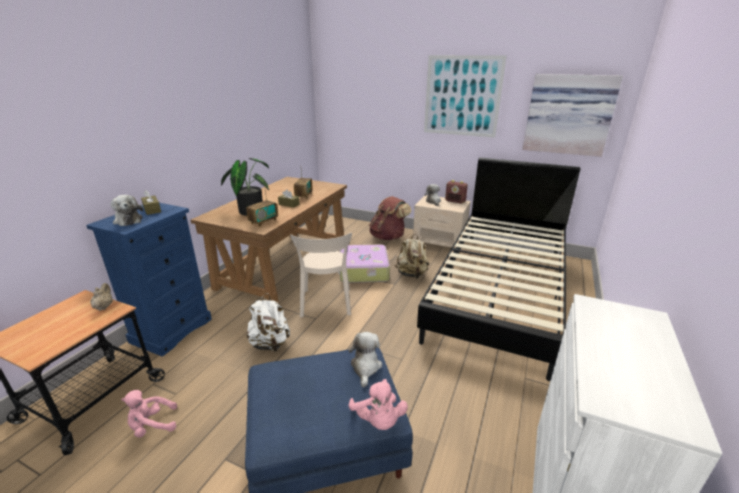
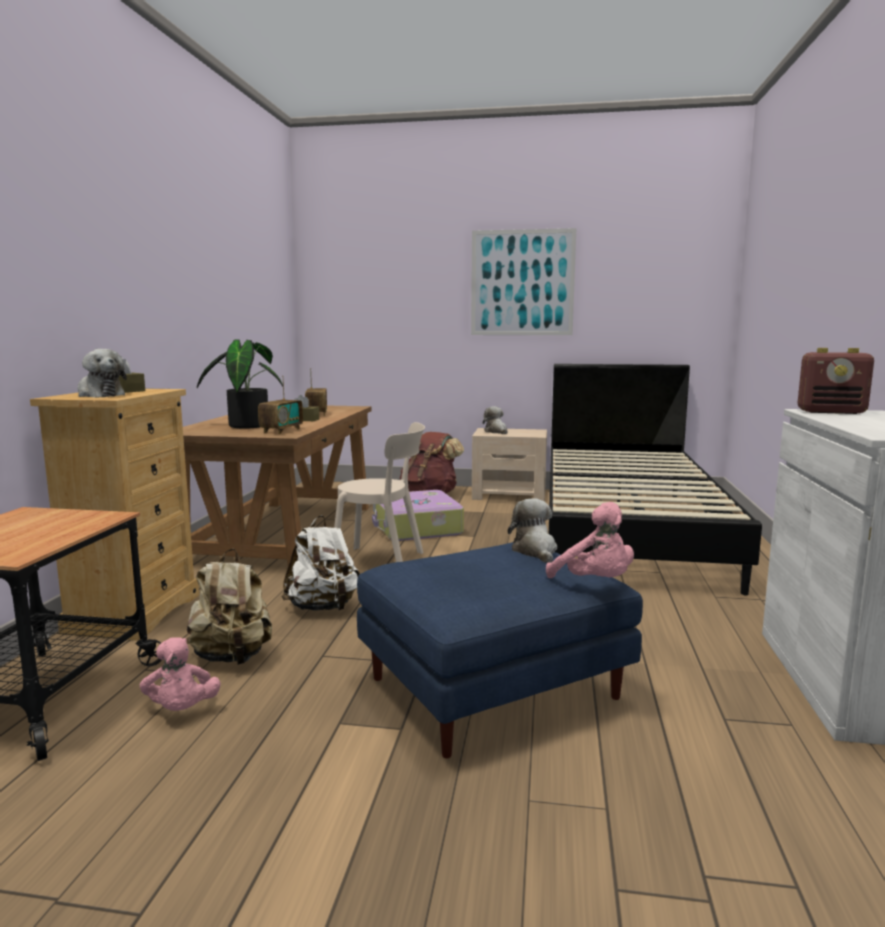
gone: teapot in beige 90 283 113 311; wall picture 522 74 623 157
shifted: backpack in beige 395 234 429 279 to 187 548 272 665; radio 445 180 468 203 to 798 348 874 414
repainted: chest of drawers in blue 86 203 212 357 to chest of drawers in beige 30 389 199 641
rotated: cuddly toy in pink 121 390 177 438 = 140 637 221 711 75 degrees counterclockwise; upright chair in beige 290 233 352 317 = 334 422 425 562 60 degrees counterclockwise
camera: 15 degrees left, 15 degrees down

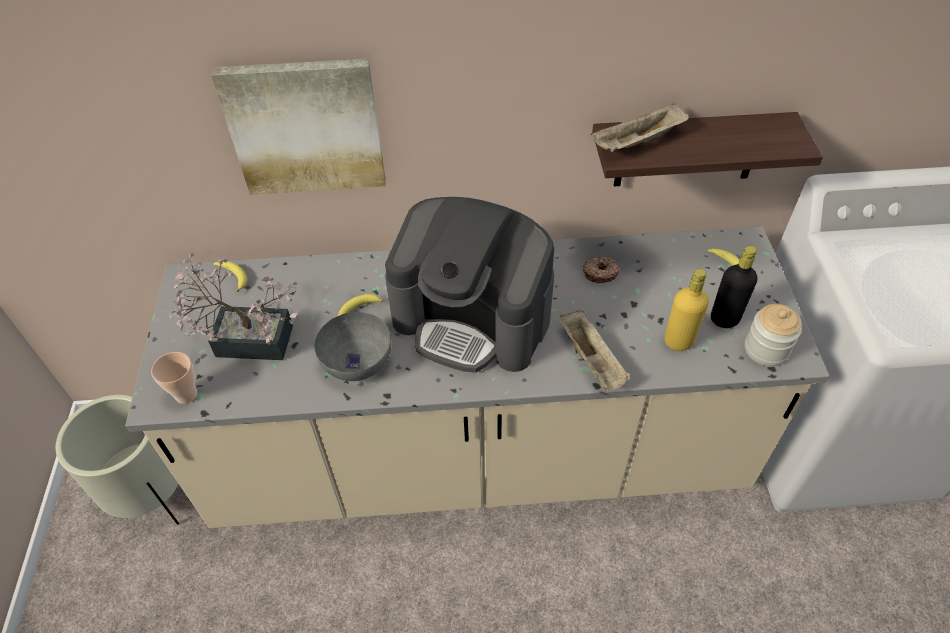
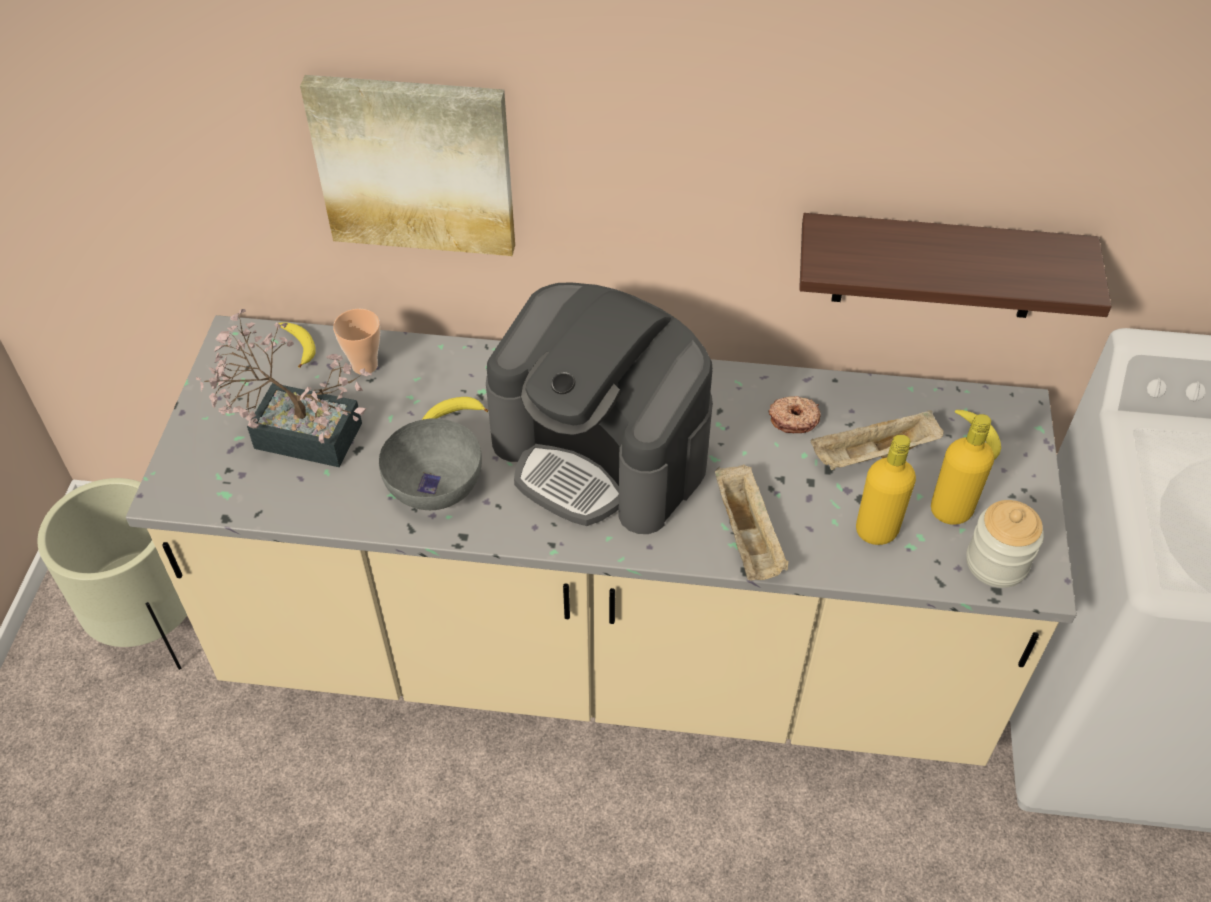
shifted: cup 151 352 197 404 to 333 309 380 375; tray in beige 591 103 689 152 to 811 410 943 470
repainted: beverage bottle in black 711 246 757 328 to beverage bottle in yellow-coloured 931 414 994 525
camera: 10 degrees right, 0 degrees up

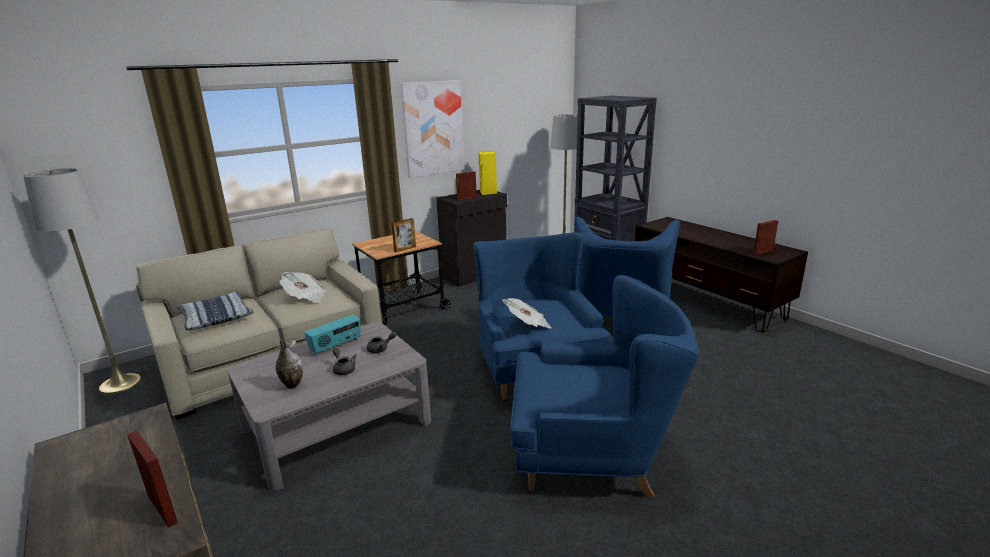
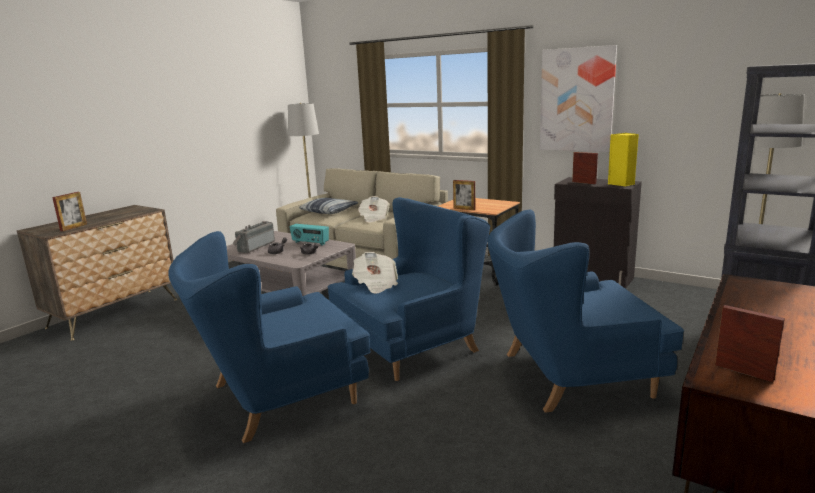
swapped: decorative vase 276 338 303 389 to radio 233 221 275 253
rotated: lounge chair in blue 510 275 699 498 = 168 231 371 443 75 degrees clockwise
camera: 70 degrees right, 5 degrees down

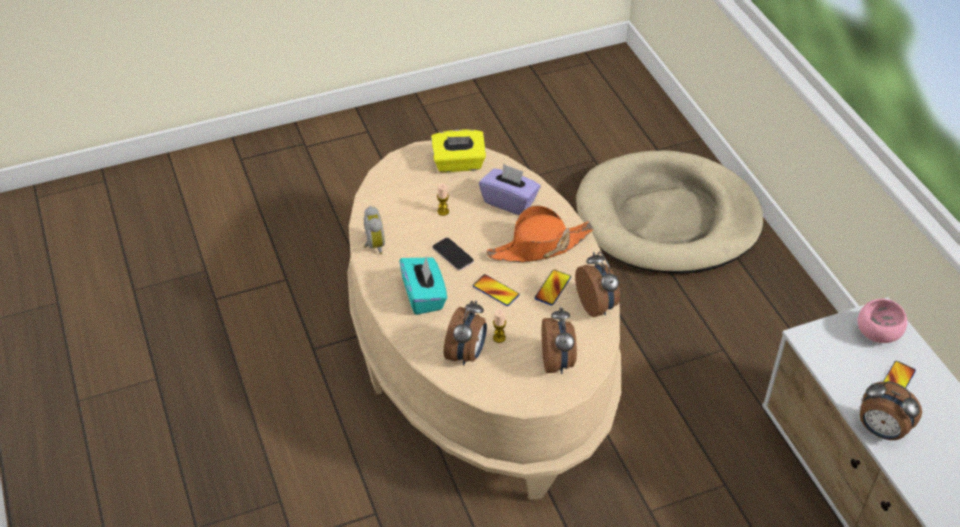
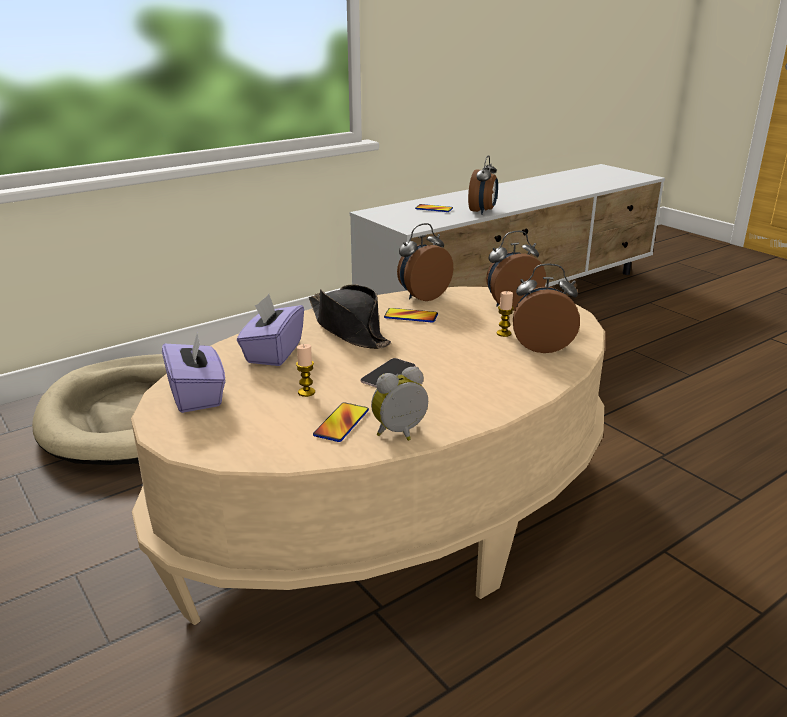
gone: tissue holder in turquoise-coloured 399 256 447 315; serving bowl in pink 858 299 907 343
shifted: handset 473 274 519 306 to 313 402 369 442
repainted: tissue holder in yellow-coloured 431 130 486 173 to tissue holder in purple-coloured 162 330 226 413; wearable hat in orange 486 205 593 262 to wearable hat in black 309 285 391 349
camera: 105 degrees left, 20 degrees down

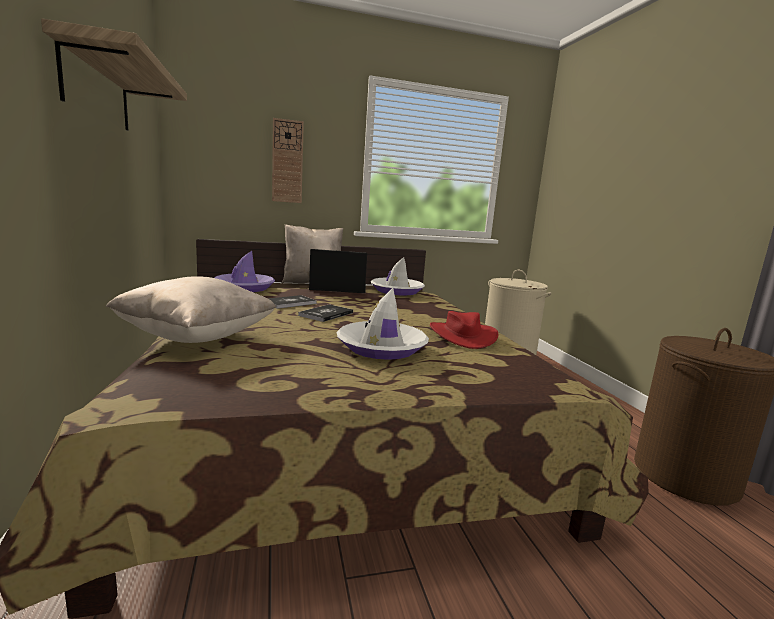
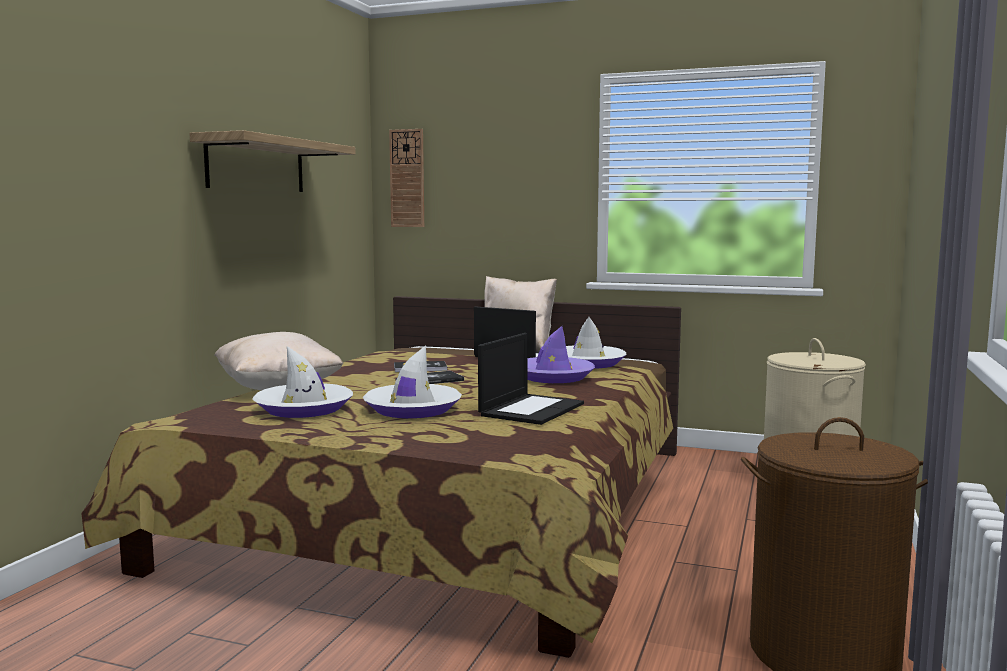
new: wearable hat in white 253 346 353 418
shifted: hanging clock 272 118 304 203 to 389 129 424 227; wearable hat in purple-coloured 215 251 275 292 to 527 326 595 383
swapped: wearable hat in reddish 430 311 498 349 to laptop 478 333 584 425
camera: 35 degrees right, 5 degrees down

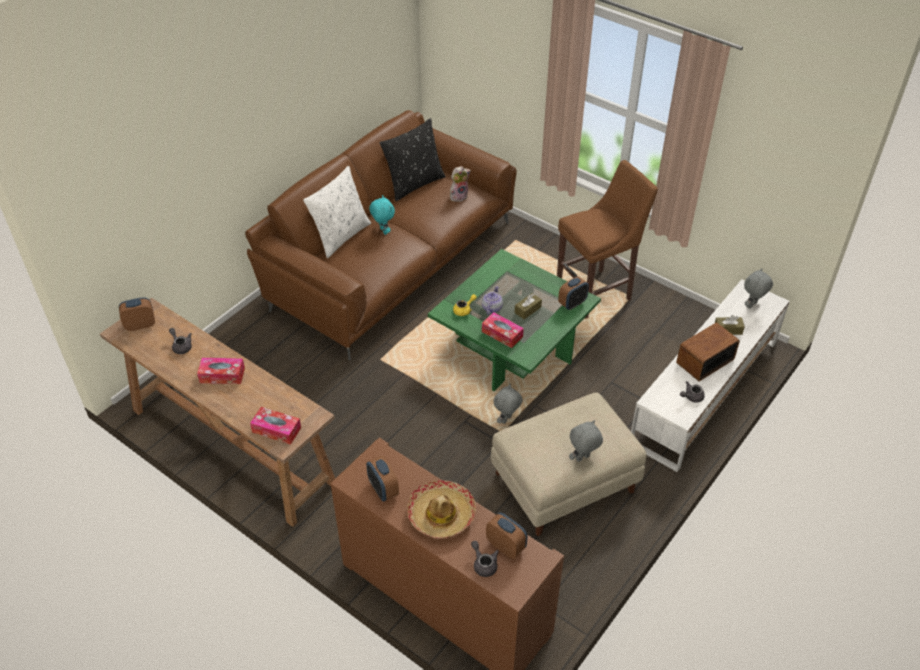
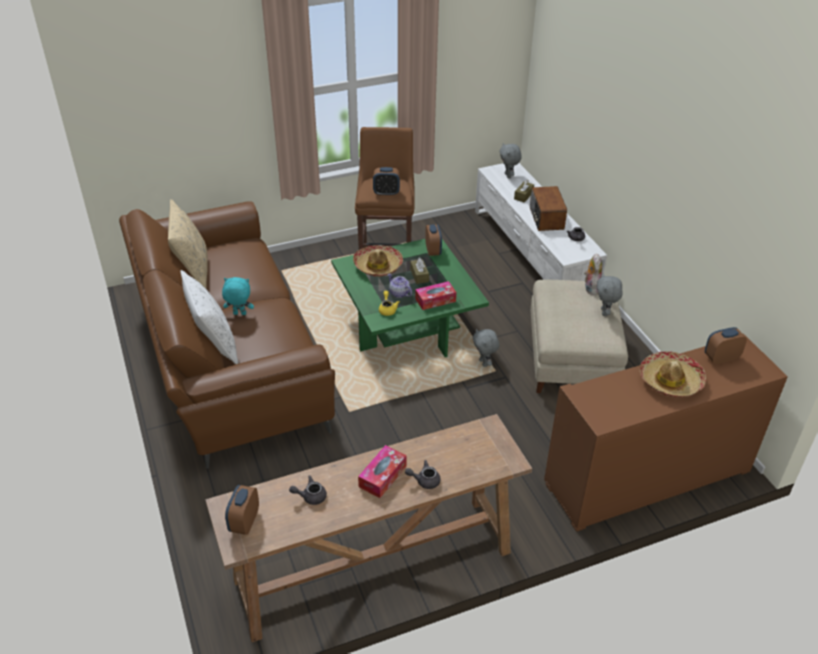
gone: tissue holder 250 407 301 445
new: wearable hat 353 245 403 277
shifted: table clock 366 456 399 501 to 373 167 400 196; teapot in gray 471 541 499 577 to 405 460 441 489; cuddly toy 450 166 471 202 to 584 254 602 295
repainted: cushion in black 380 118 446 201 to cushion in beige 168 199 207 289
camera: 60 degrees left, 5 degrees down

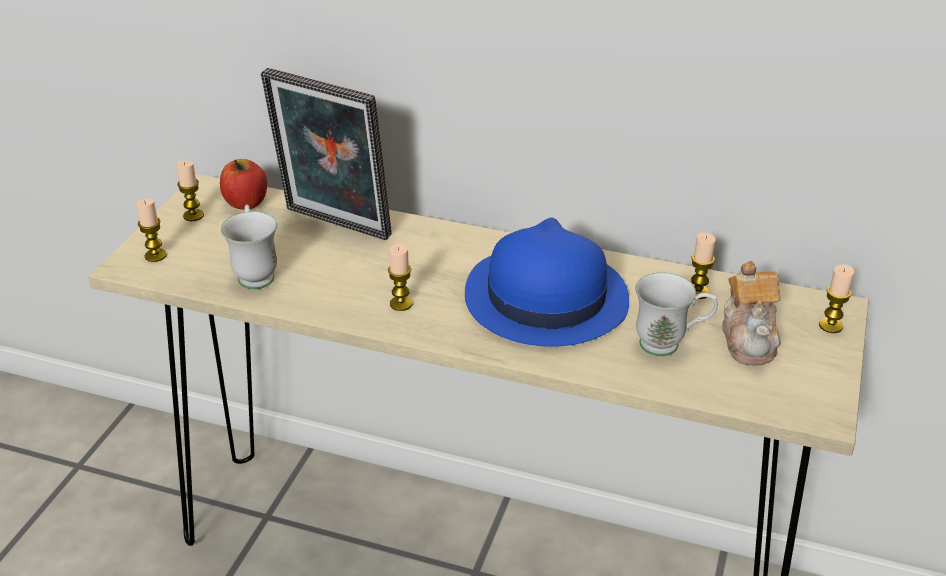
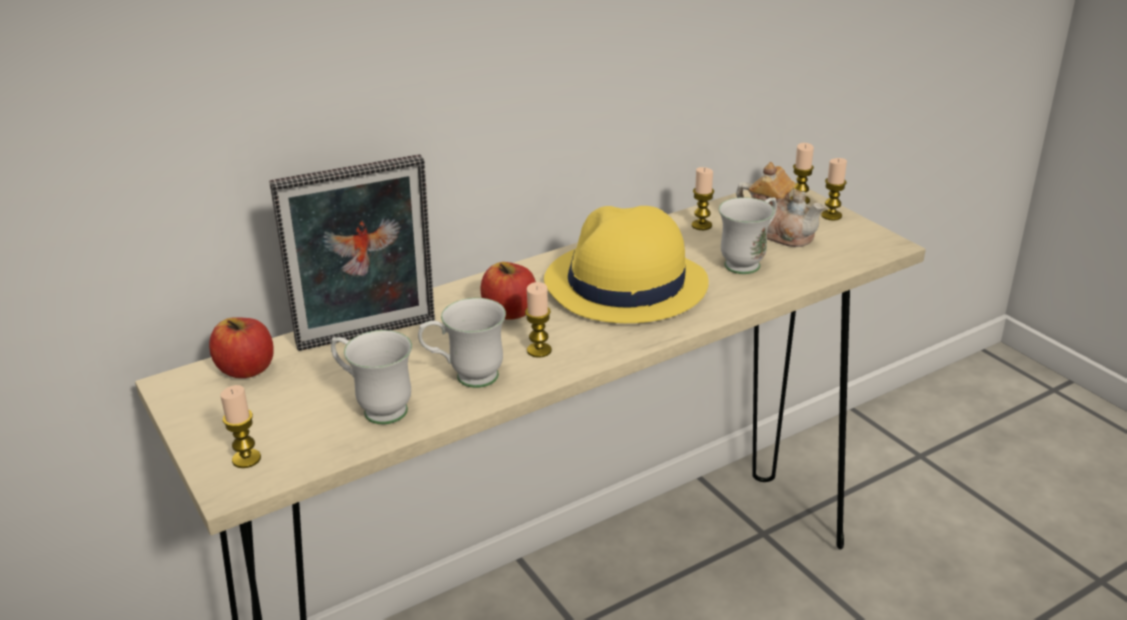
new: coffee mug in white 418 298 506 388; apple 481 262 536 320
shifted: candle 176 161 204 221 to 821 158 847 220
repainted: wearable hat in blue 465 217 629 347 to wearable hat in yellow-coloured 544 206 709 323
camera: 50 degrees left, 5 degrees down

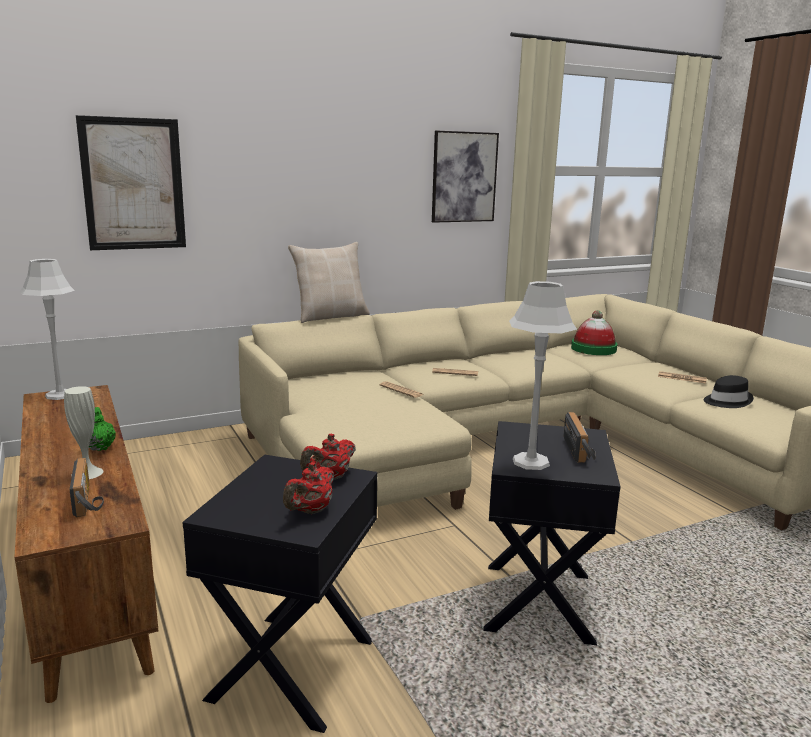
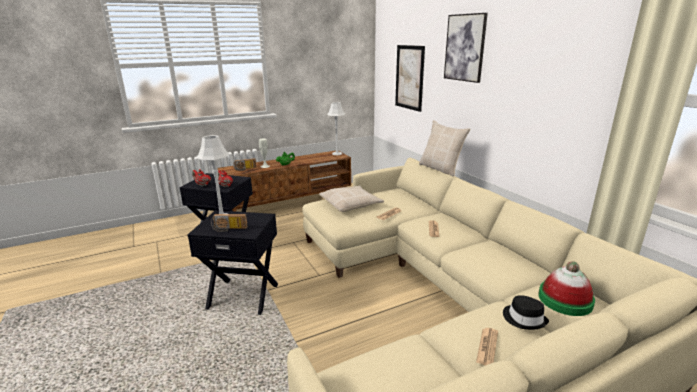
new: cushion in beige 319 186 384 212
shifted: wall picture 432 131 499 223 to 444 13 488 83; wearable hat in black 704 375 754 408 to 503 295 549 330
camera: 90 degrees right, 5 degrees up

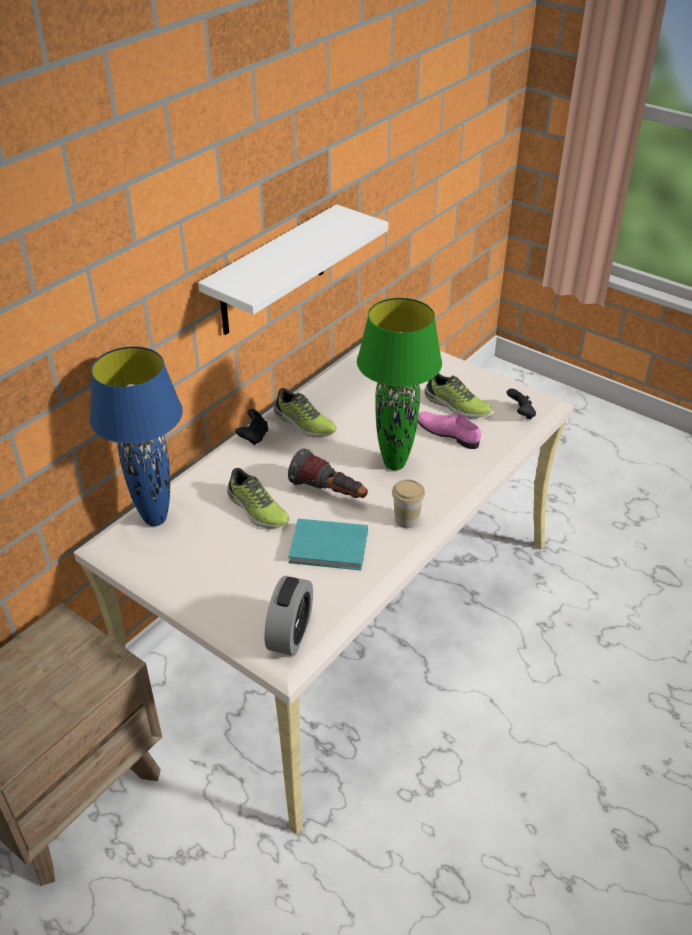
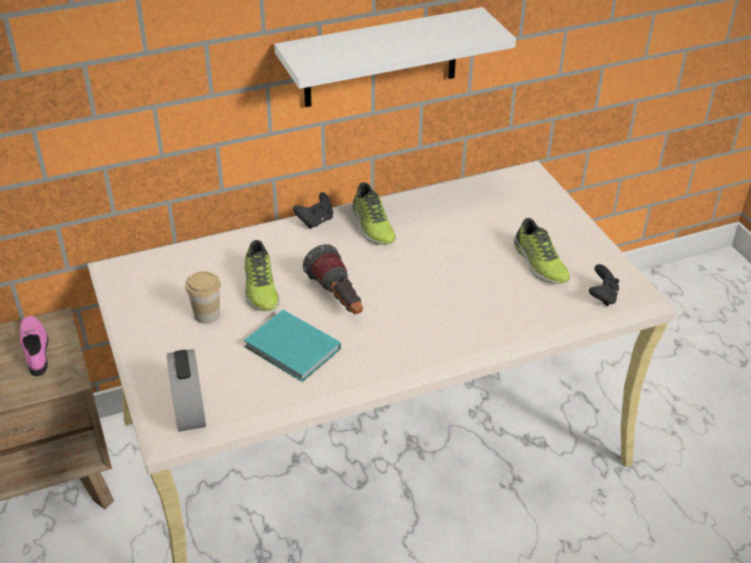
gone: lamp for a table in blue 90 346 183 526; lamp for a table in greenish 357 298 442 470
shifted: item of footwear in pink 418 412 481 449 to 20 316 48 376; cup 392 479 425 528 to 185 271 221 324
rotated: table clock 264 576 313 656 = 167 349 206 432 120 degrees clockwise
camera: 30 degrees right, 0 degrees up

